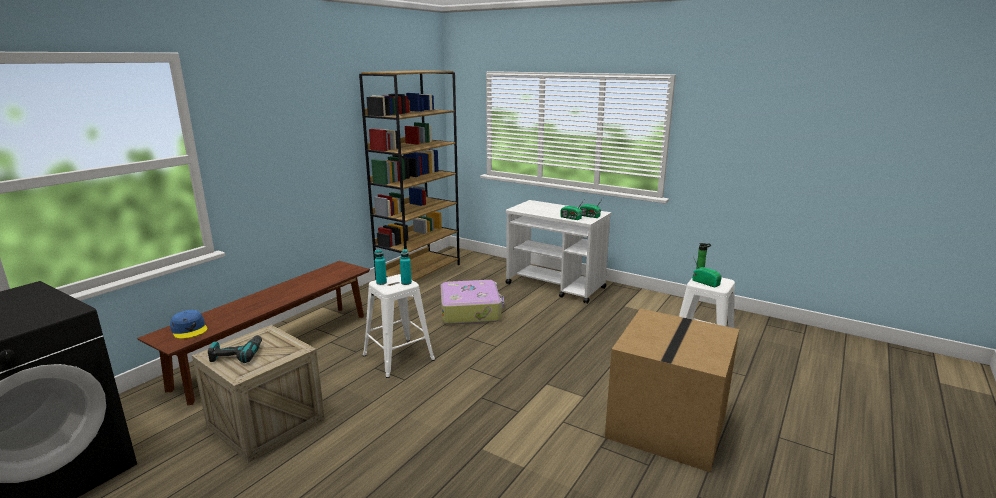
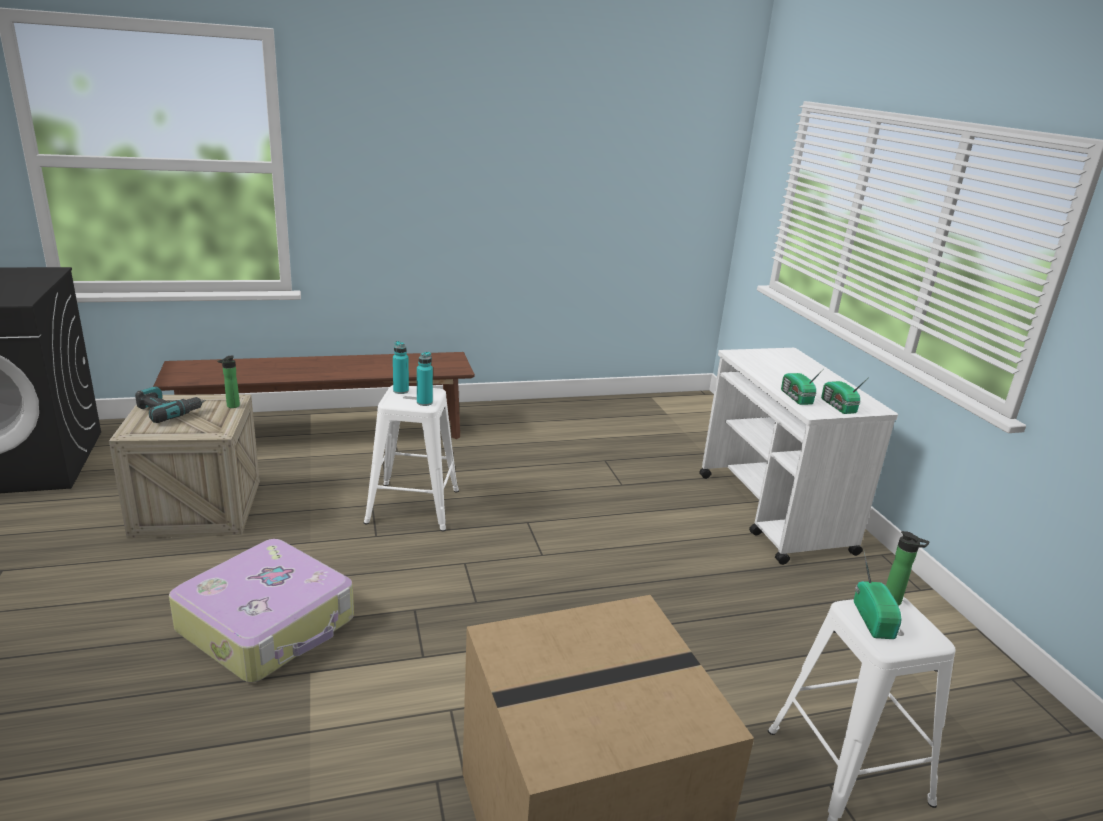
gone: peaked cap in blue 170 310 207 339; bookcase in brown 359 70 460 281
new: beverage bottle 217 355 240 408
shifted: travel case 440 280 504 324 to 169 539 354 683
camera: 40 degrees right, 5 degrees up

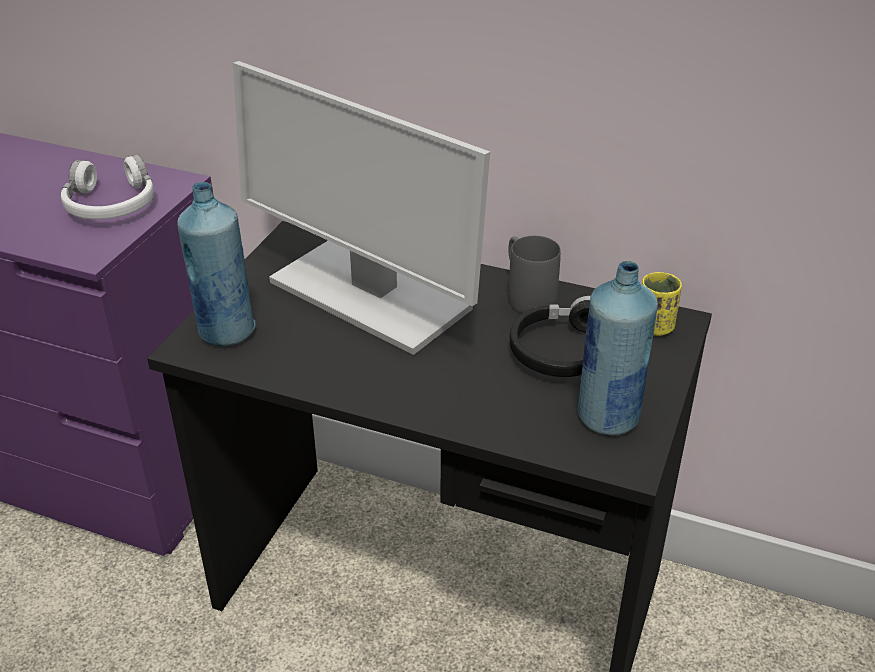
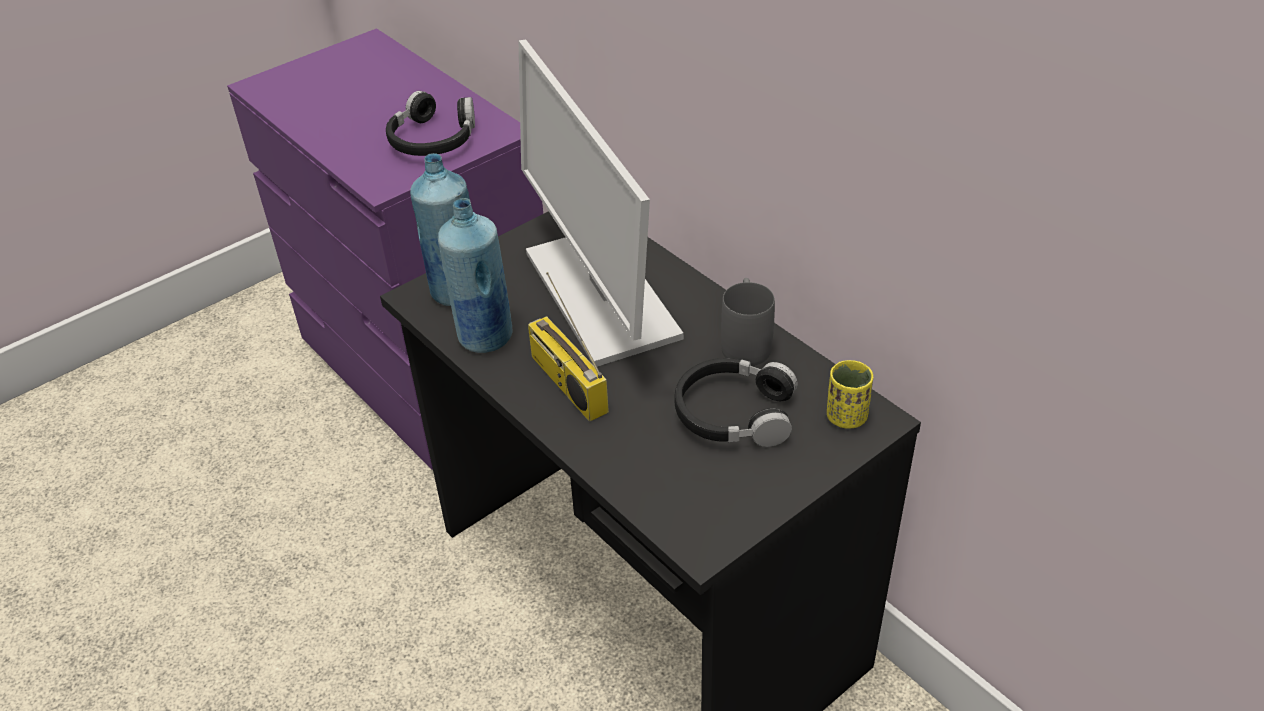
new: radio 528 272 609 422
shifted: beverage bottle in blue 577 261 658 435 to 438 198 512 353
repainted: pair of headphones in white 61 155 154 220 to pair of headphones in black 386 91 475 156
camera: 30 degrees right, 5 degrees up

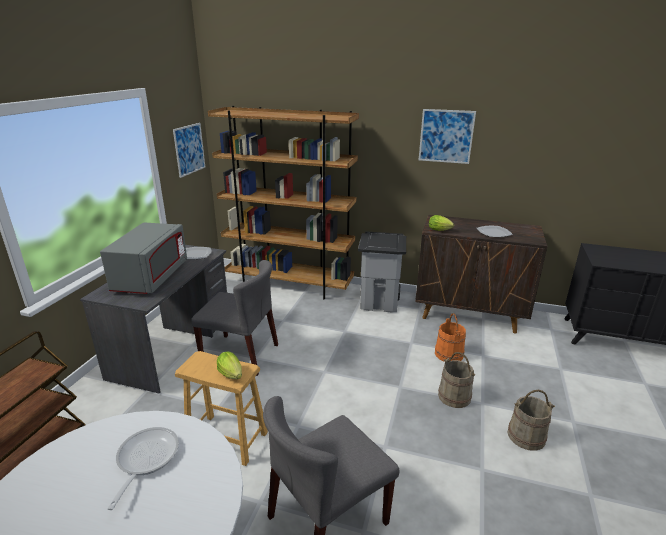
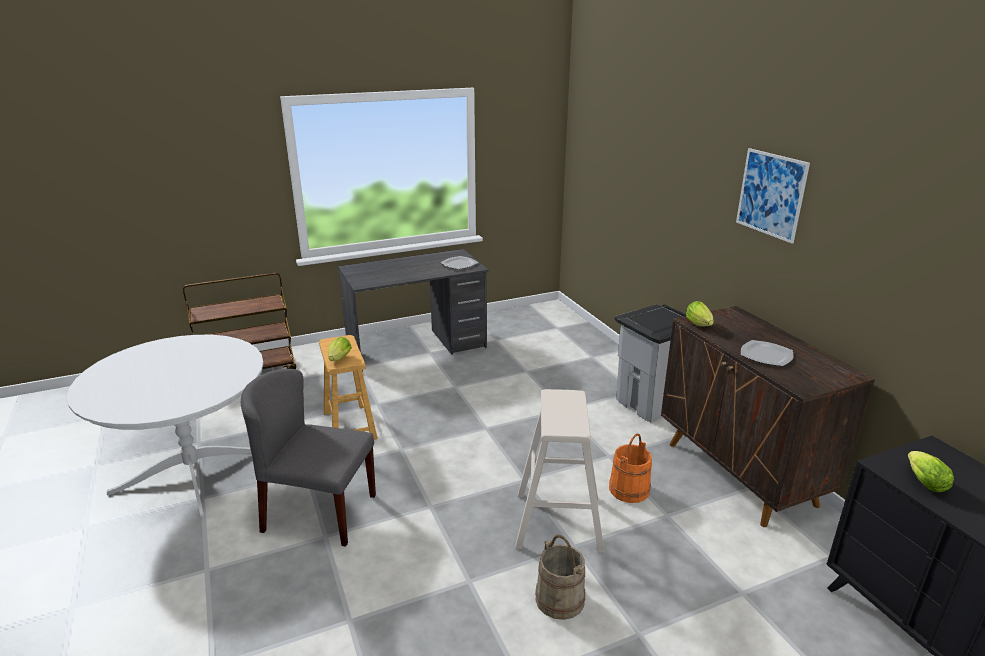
gone: microwave in gray 100 223 187 294; frying pan 107 427 179 510; wall picture 173 123 205 178; upright chair in gray 191 260 278 376; bookcase in brown 208 106 359 299
new: lettuce head 908 451 954 492
swapped: bucket in beige 438 352 476 408 to stool in beige 515 389 605 553
camera: 50 degrees right, 0 degrees up

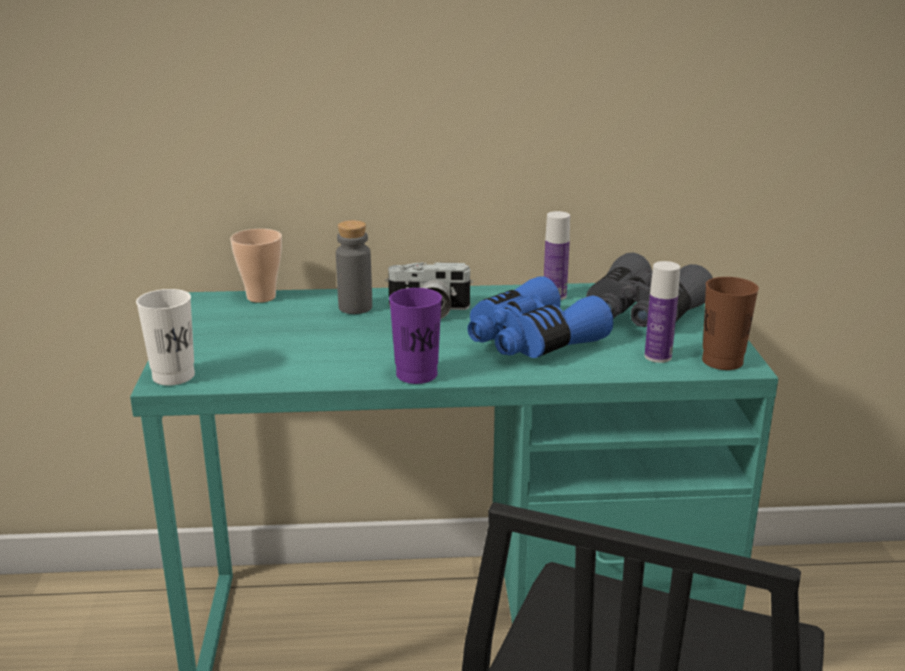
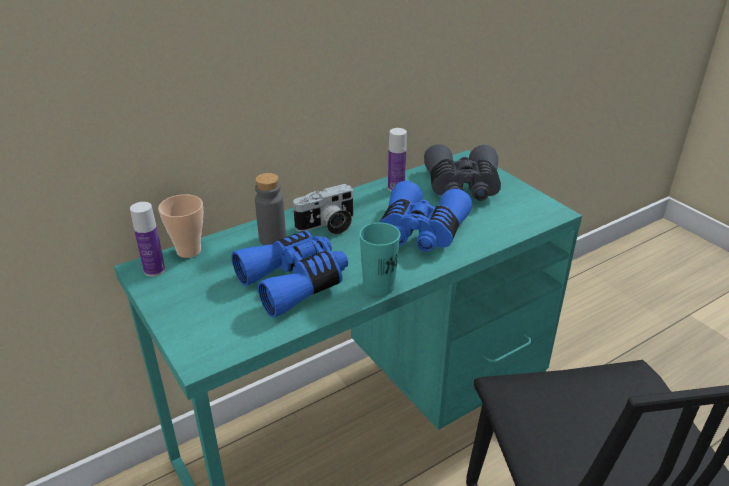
gone: cup in white 136 289 195 386; cup in brown 702 277 759 370
new: binoculars in blue 231 231 348 318
shifted: beverage bottle 645 261 680 363 to 130 202 165 277
repainted: cup in purple-coloured 389 288 442 384 to cup in turquoise-coloured 359 223 400 296
camera: 30 degrees left, 10 degrees up

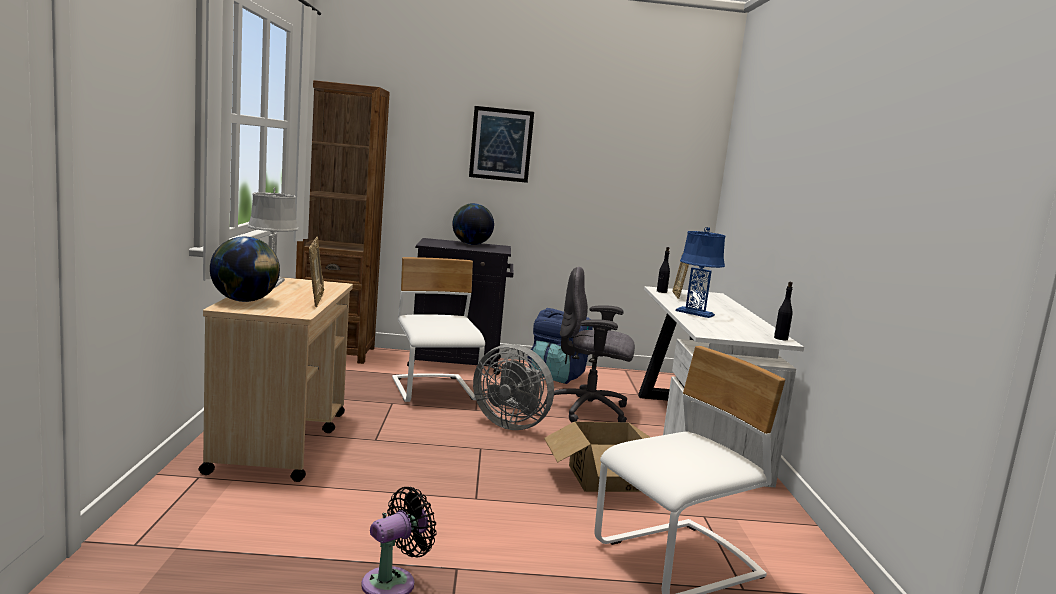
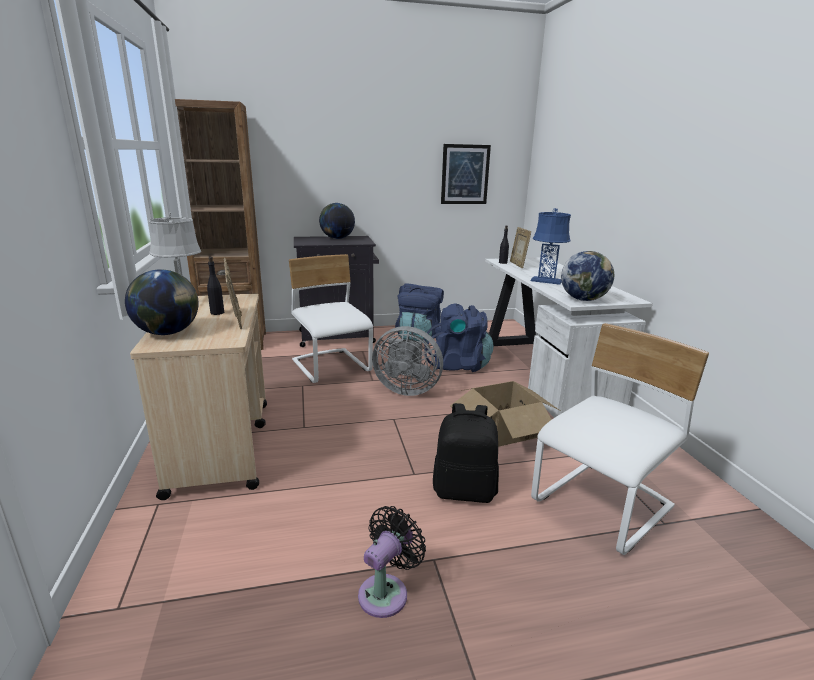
new: backpack in black 433 403 499 503; desk globe 561 251 614 301
shifted: beverage bottle in black 774 282 793 340 to 207 257 224 315; wall picture 469 106 534 183 to 441 144 491 204
swapped: office chair in gray 545 267 635 423 to backpack in blue 424 303 494 372
camera: 10 degrees left, 10 degrees up

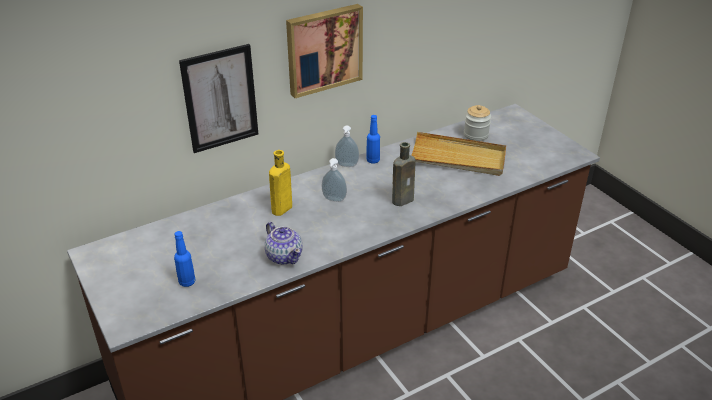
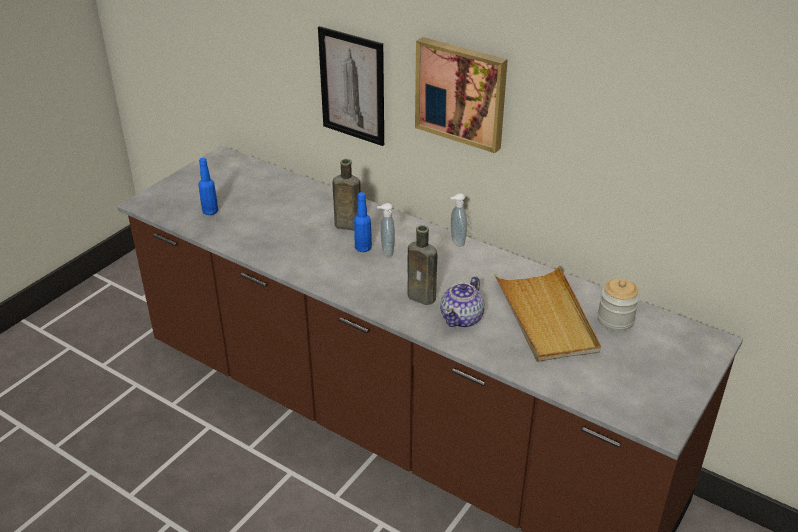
shifted: beverage bottle in blue 366 115 380 164 to 354 192 372 252; teapot 265 222 303 265 to 440 276 484 328
repainted: beverage bottle in yellow-coloured 269 150 292 216 to beverage bottle in brown 333 159 361 231
camera: 65 degrees right, 0 degrees up

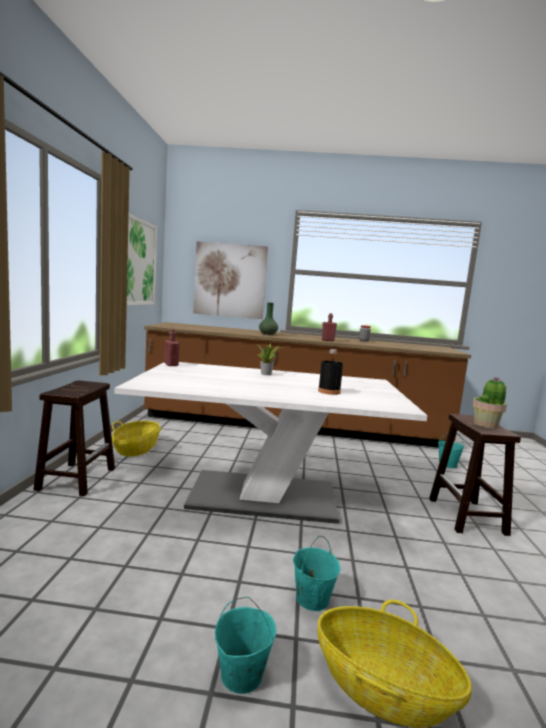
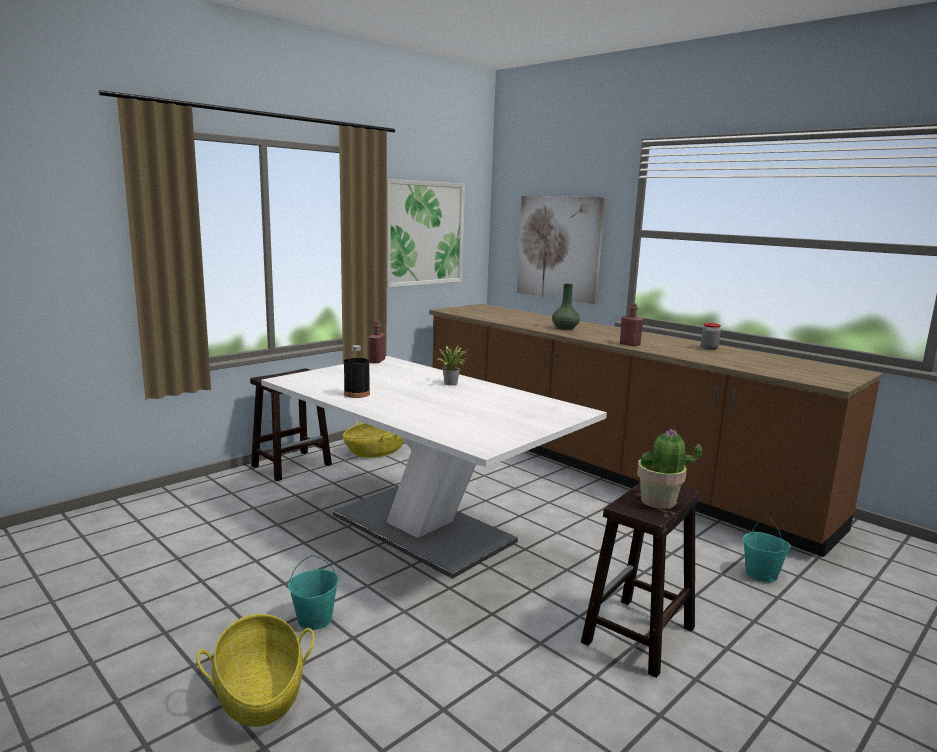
gone: bucket in turquoise-coloured 215 597 276 694
shifted: beverage bottle in black 318 349 343 395 to 344 345 370 398
camera: 40 degrees right, 5 degrees up

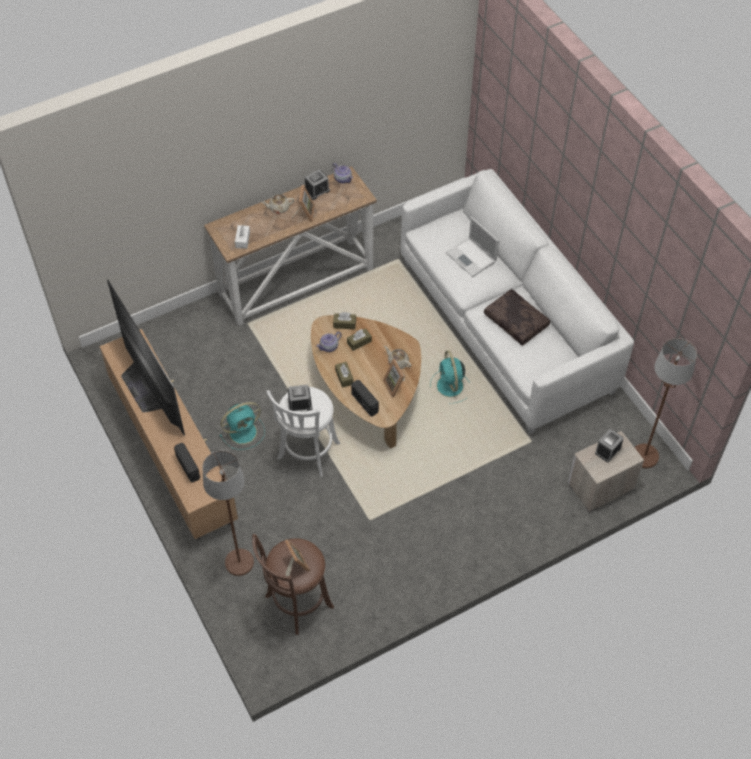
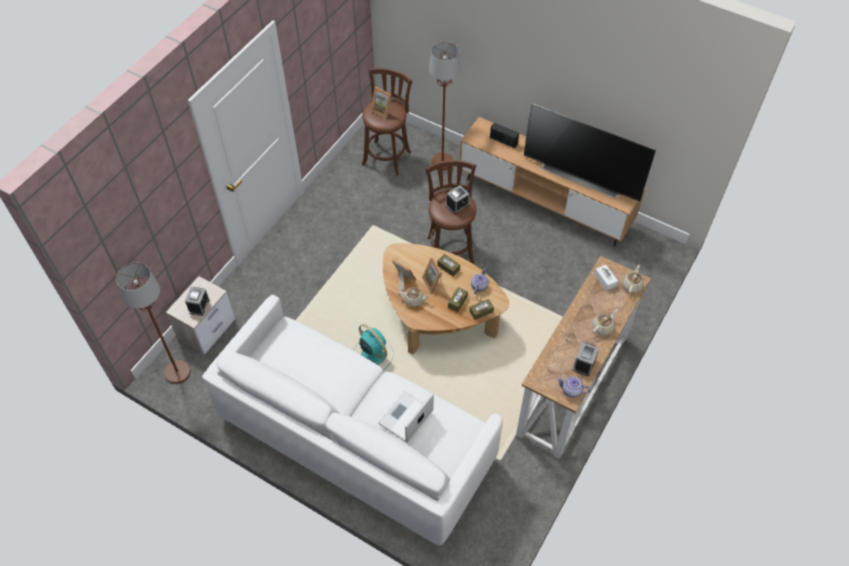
gone: fan in turquoise-coloured 219 402 265 450; radio 351 380 379 416; cushion in brown 484 289 550 346
new: teapot in beige 622 264 644 294
shifted: standing frame 291 185 315 222 to 422 258 442 293
repainted: stool in white 266 387 340 477 to stool in brown 426 160 477 264
rotated: laptop 446 217 499 277 = 379 391 434 442 75 degrees counterclockwise
camera: 150 degrees right, 0 degrees up

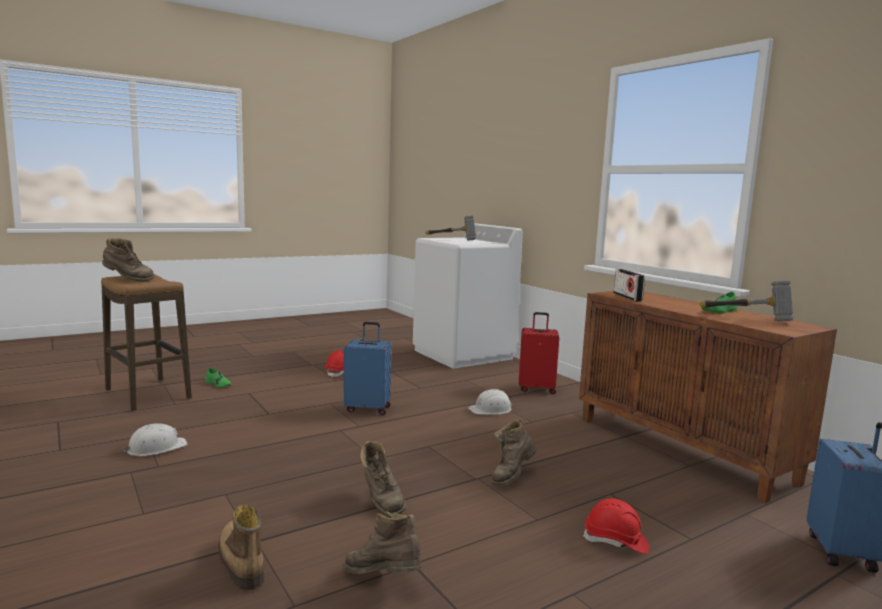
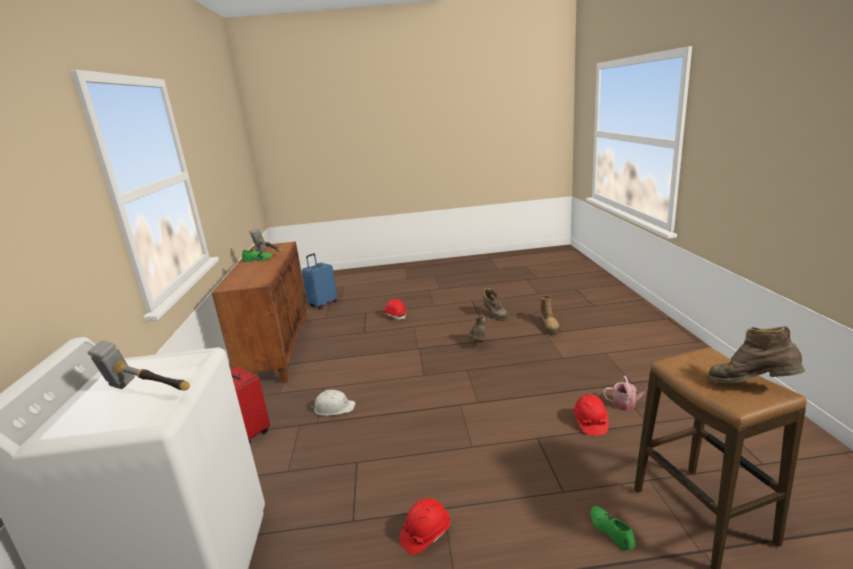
gone: travel case in blue 343 322 391 415; tall boot in brown 491 420 537 486; radio 613 269 645 301
new: hard hat in reddish 573 395 609 436
swapped: hard hat in white 123 423 187 456 to watering pot 603 376 648 411
camera: 150 degrees left, 10 degrees up

